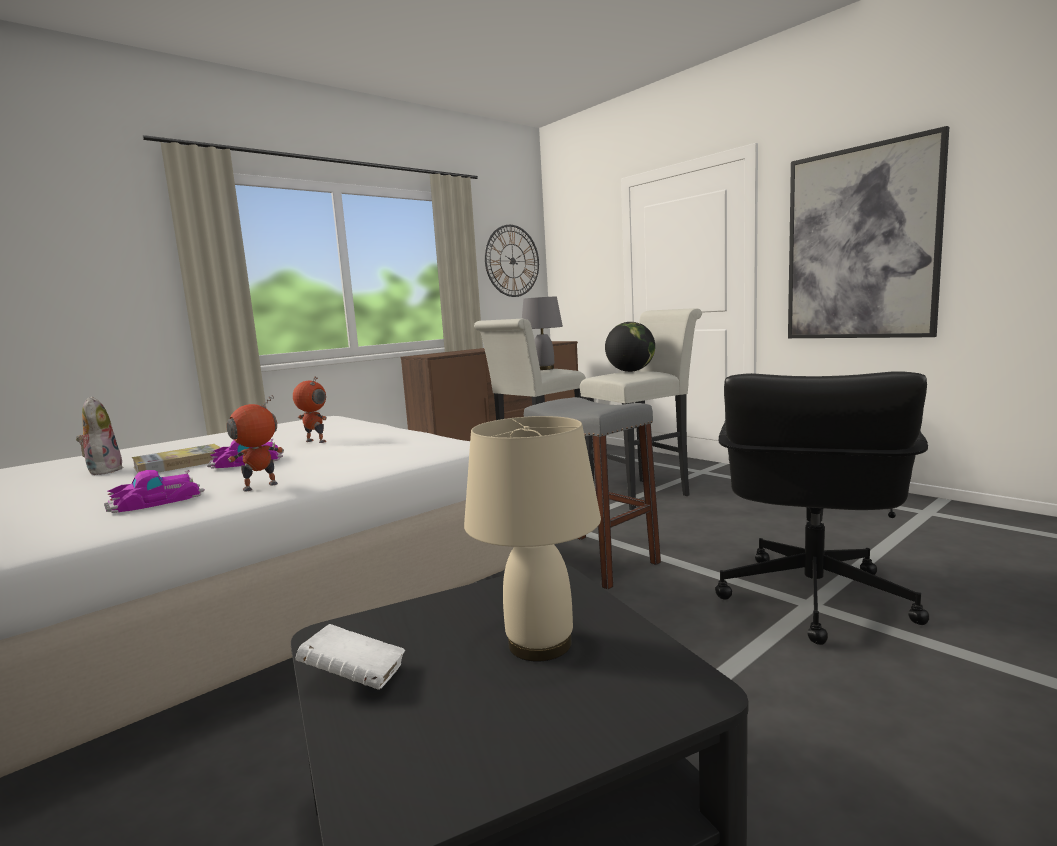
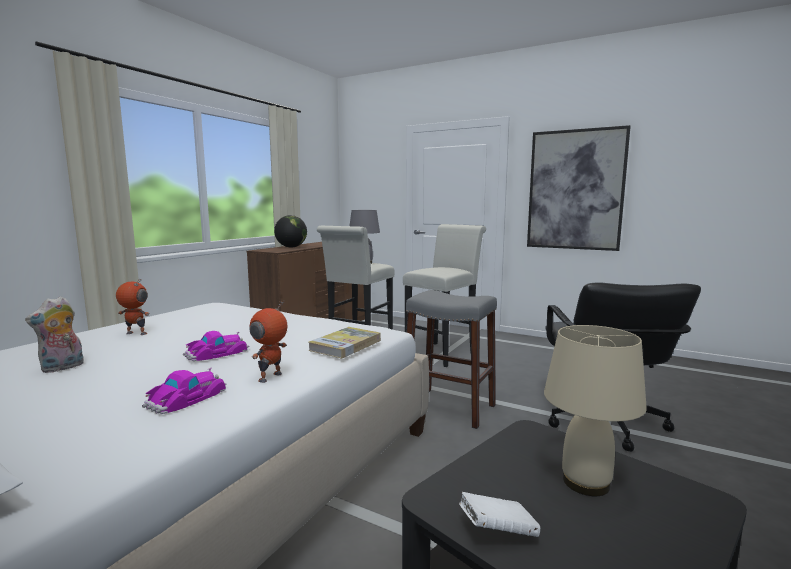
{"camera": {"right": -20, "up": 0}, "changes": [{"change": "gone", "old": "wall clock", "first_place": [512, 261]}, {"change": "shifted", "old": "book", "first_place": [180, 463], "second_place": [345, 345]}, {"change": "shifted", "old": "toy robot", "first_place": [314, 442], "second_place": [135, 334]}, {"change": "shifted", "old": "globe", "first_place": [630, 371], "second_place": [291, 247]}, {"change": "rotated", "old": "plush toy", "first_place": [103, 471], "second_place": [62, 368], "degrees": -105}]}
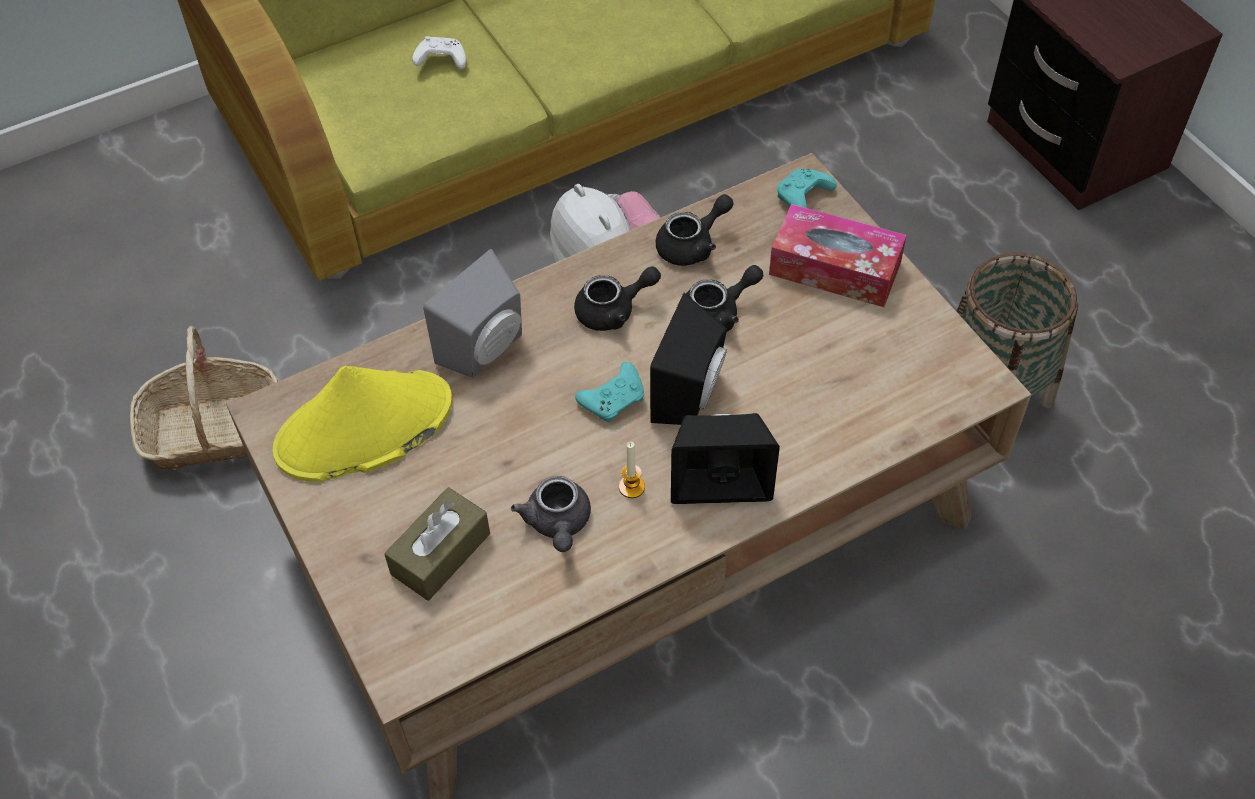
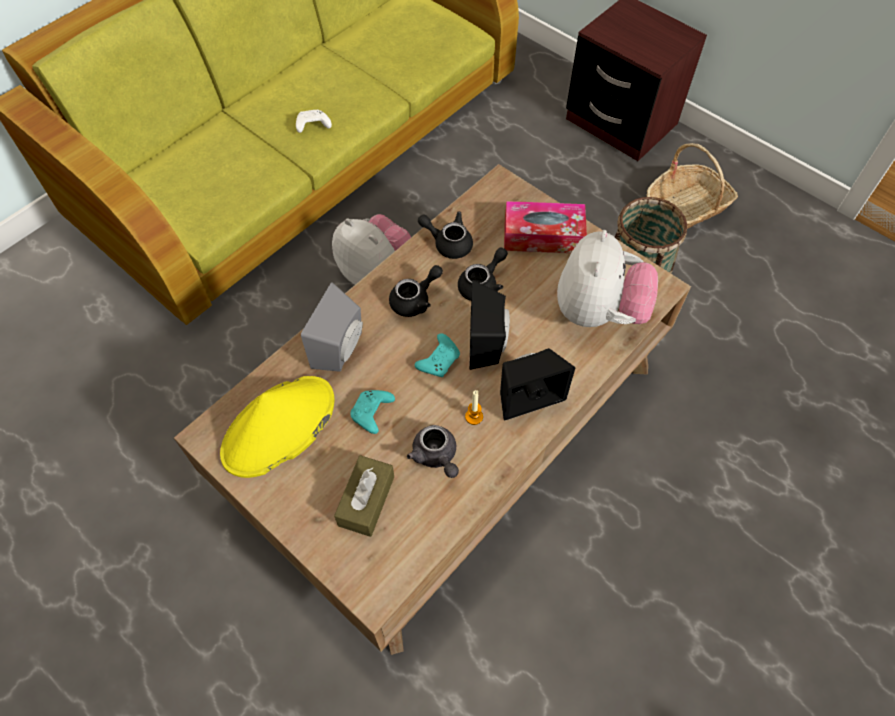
{"camera": {"right": -20, "up": 5}, "changes": [{"change": "new", "new": "plush toy", "second_place": [598, 311]}, {"change": "shifted", "old": "basket", "first_place": [214, 430], "second_place": [686, 207]}, {"change": "shifted", "old": "game controller (white)", "first_place": [440, 61], "second_place": [312, 126]}, {"change": "shifted", "old": "game controller (turquoise)", "first_place": [802, 198], "second_place": [372, 414]}, {"change": "rotated", "old": "teapot (black)", "first_place": [692, 245], "second_place": [448, 243], "degrees": -105}]}
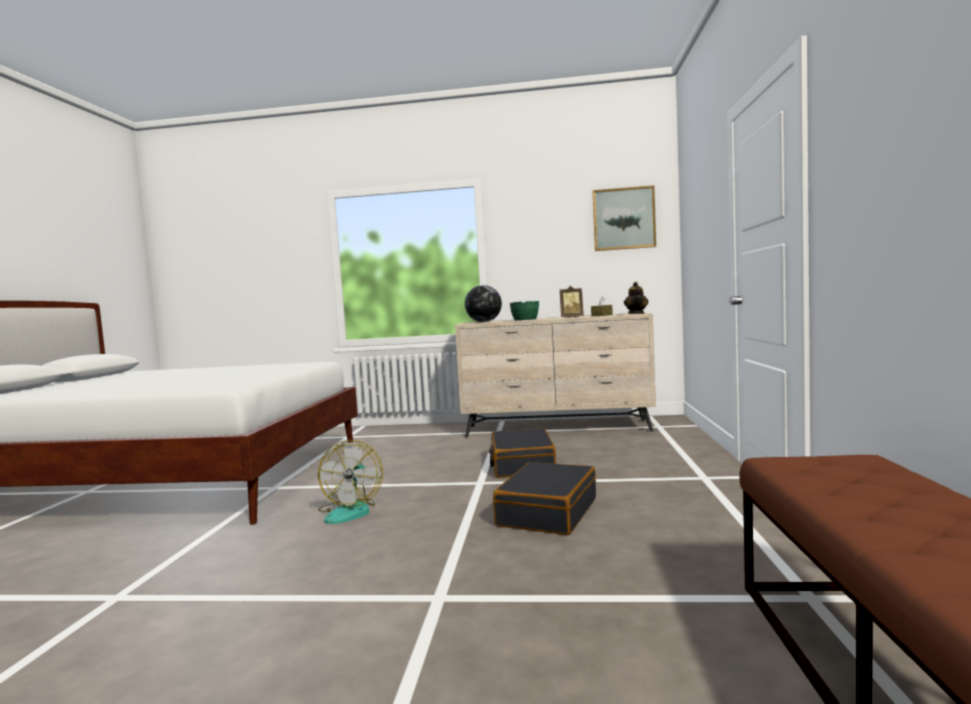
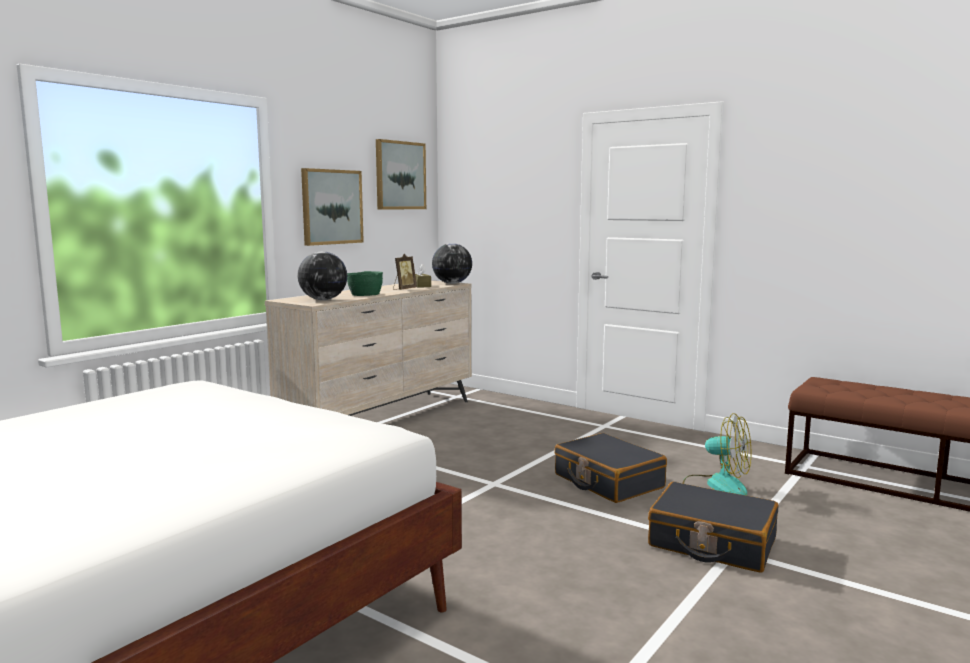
{"camera": {"right": -60, "up": 5}, "changes": [{"change": "new", "new": "picture", "second_place": [331, 207]}, {"change": "shifted", "old": "fan", "first_place": [351, 511], "second_place": [716, 485]}, {"change": "shifted", "old": "suitcase (black)", "first_place": [522, 465], "second_place": [712, 543]}, {"change": "swapped", "old": "teapot", "new": "globe", "first_place": [636, 314], "second_place": [452, 283]}]}
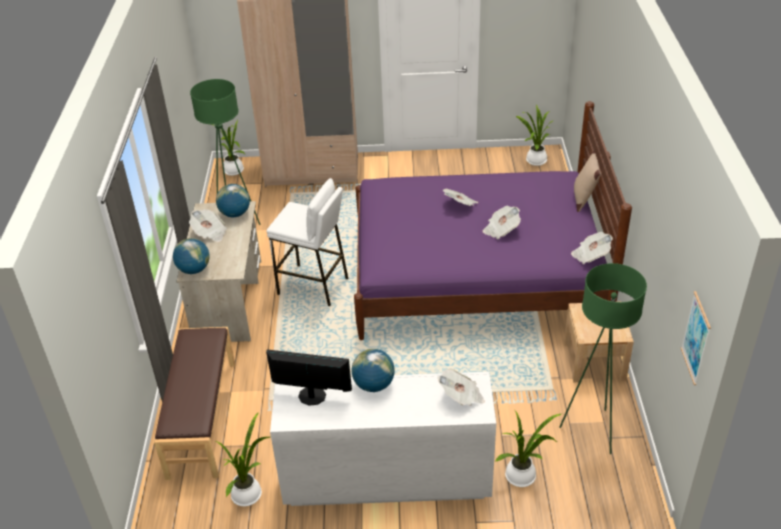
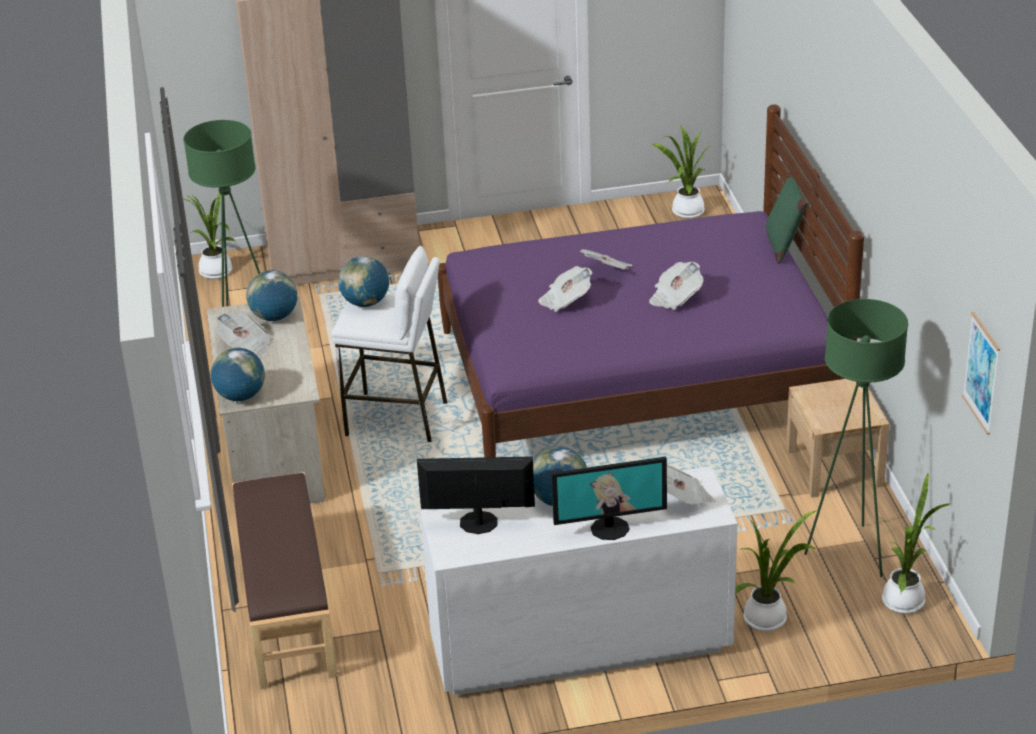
{"camera": {"right": -10, "up": -5}, "changes": [{"change": "new", "new": "globe", "second_place": [365, 302]}, {"change": "new", "new": "monitor", "second_place": [609, 528]}, {"change": "shifted", "old": "potted plant", "first_place": [249, 493], "second_place": [905, 599]}, {"change": "shifted", "old": "newspaper", "first_place": [590, 255], "second_place": [565, 301]}, {"change": "repainted", "old": "pillow (beige)", "new": "pillow (green)", "first_place": [584, 198], "second_place": [783, 245]}]}
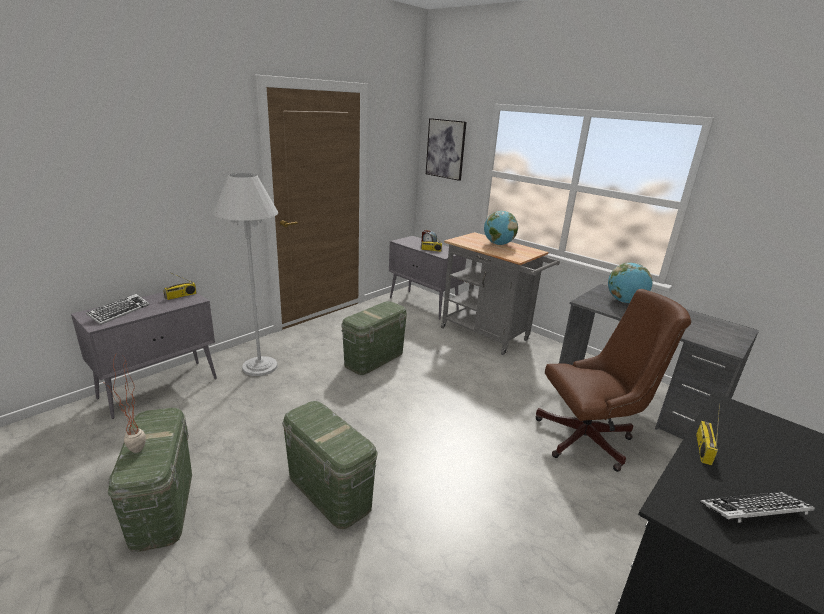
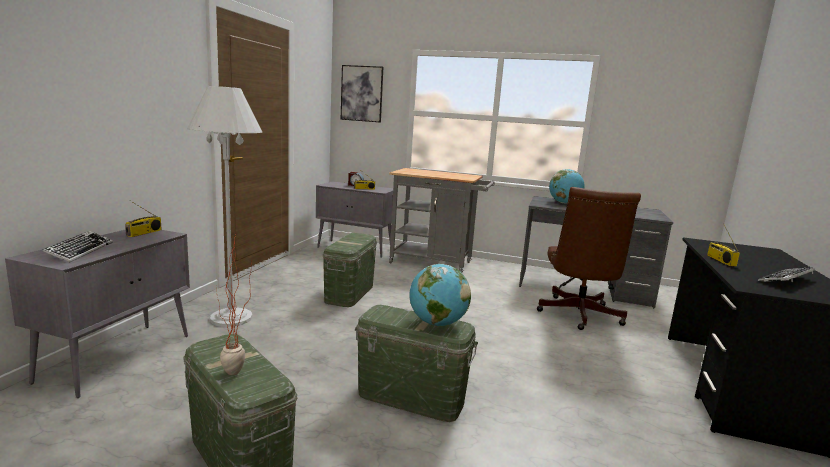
{"camera": {"right": -25, "up": -10}, "changes": [{"change": "shifted", "old": "globe", "first_place": [498, 244], "second_place": [437, 323]}, {"change": "rotated", "old": "office chair (brown)", "first_place": [590, 439], "second_place": [578, 315], "degrees": 135}]}
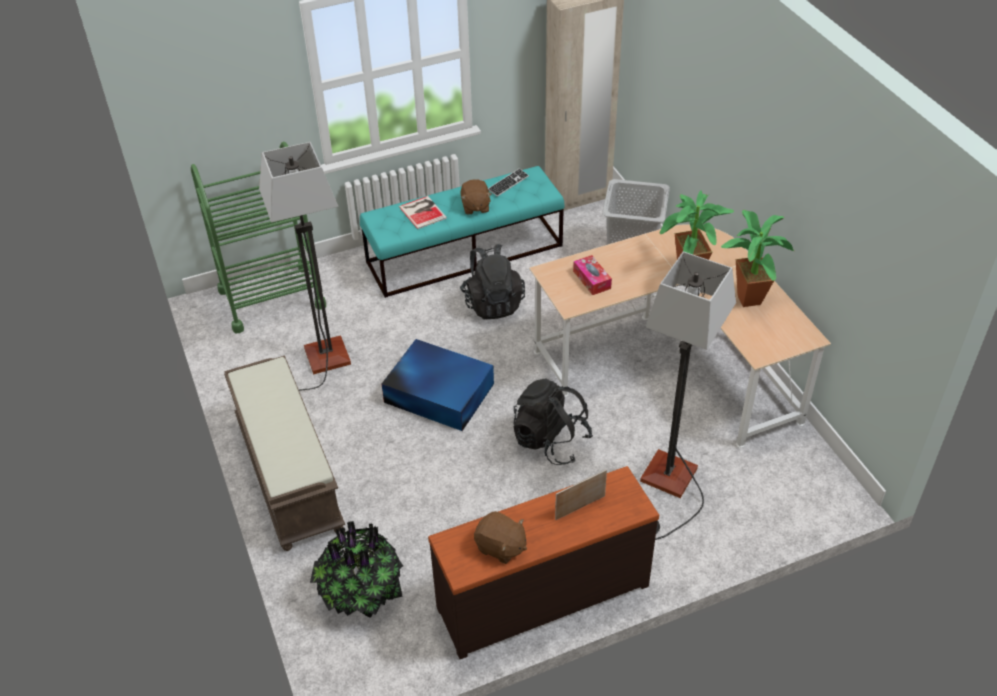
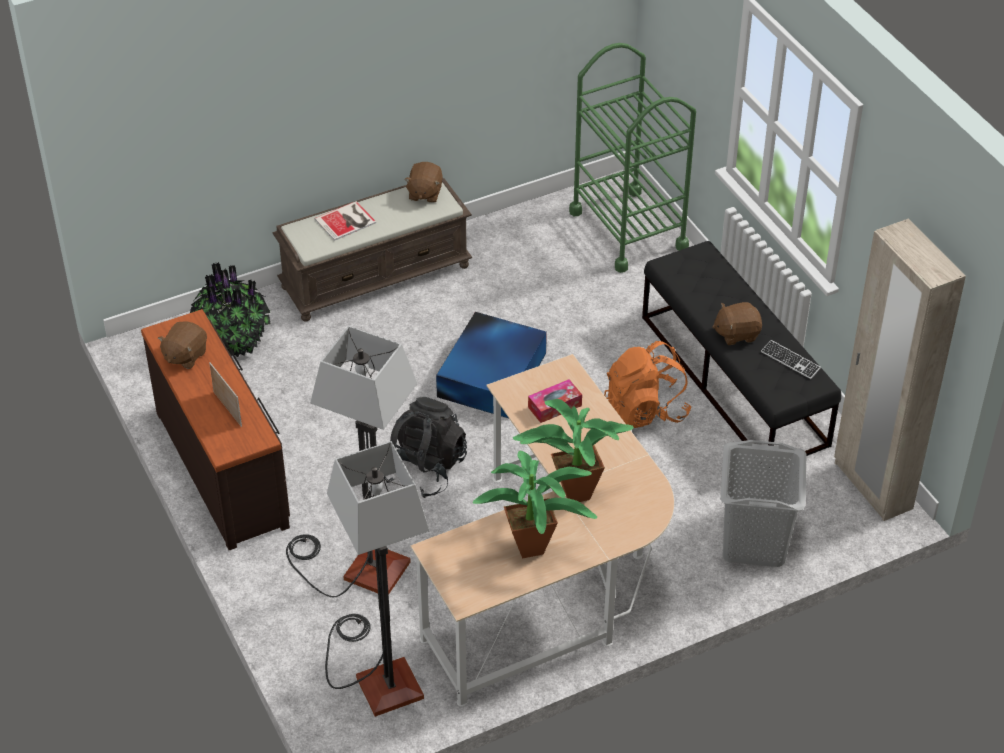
{"camera": {"right": 85, "up": 0}, "changes": [{"change": "new", "new": "plush toy (brown)", "second_place": [424, 193]}, {"change": "shifted", "old": "floor lamp", "first_place": [314, 362], "second_place": [377, 676]}, {"change": "shifted", "old": "book", "first_place": [423, 211], "second_place": [347, 221]}, {"change": "repainted", "old": "bench (turquoise)", "new": "bench (black)", "first_place": [465, 253], "second_place": [734, 380]}, {"change": "repainted", "old": "backpack (black)", "new": "backpack (orange)", "first_place": [492, 303], "second_place": [645, 410]}]}
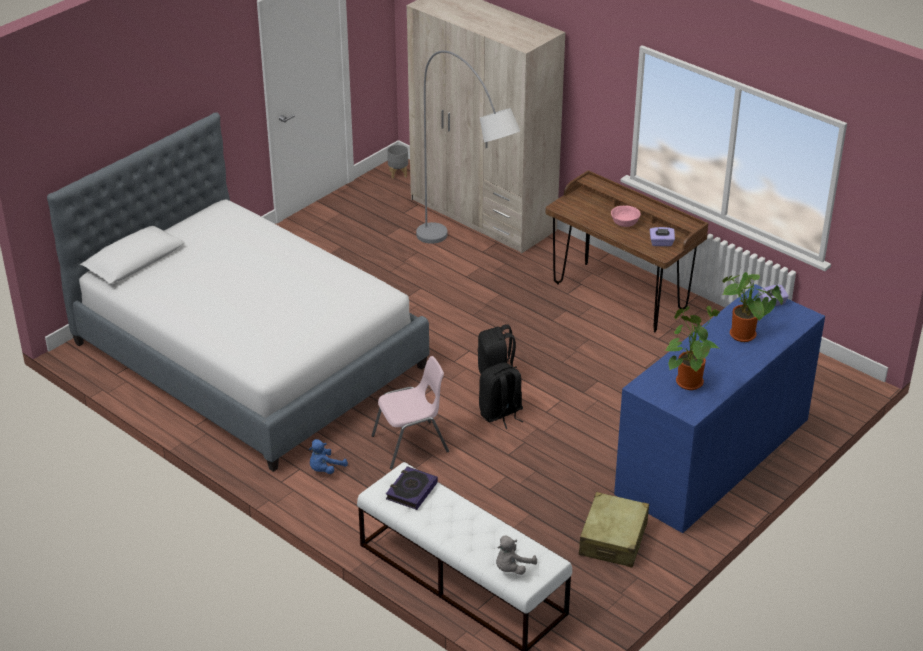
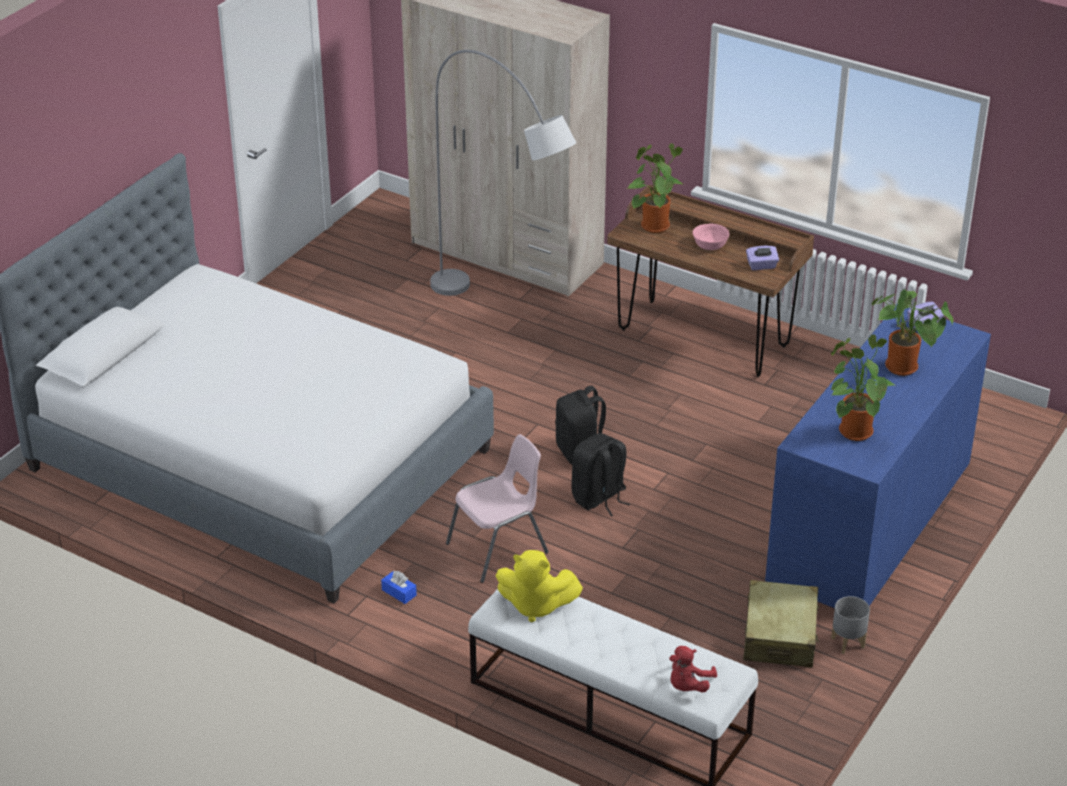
{"camera": {"right": -10, "up": 0}, "changes": [{"change": "new", "new": "potted plant", "second_place": [653, 224]}, {"change": "shifted", "old": "planter (grey)", "first_place": [398, 174], "second_place": [848, 643]}, {"change": "swapped", "old": "plush toy (blue)", "new": "tissue box (blue)", "first_place": [325, 469], "second_place": [399, 592]}, {"change": "swapped", "old": "book", "new": "plush toy (yellow)", "first_place": [411, 491], "second_place": [535, 605]}, {"change": "repainted", "old": "plush toy (grey)", "new": "plush toy (red)", "first_place": [512, 568], "second_place": [688, 685]}]}
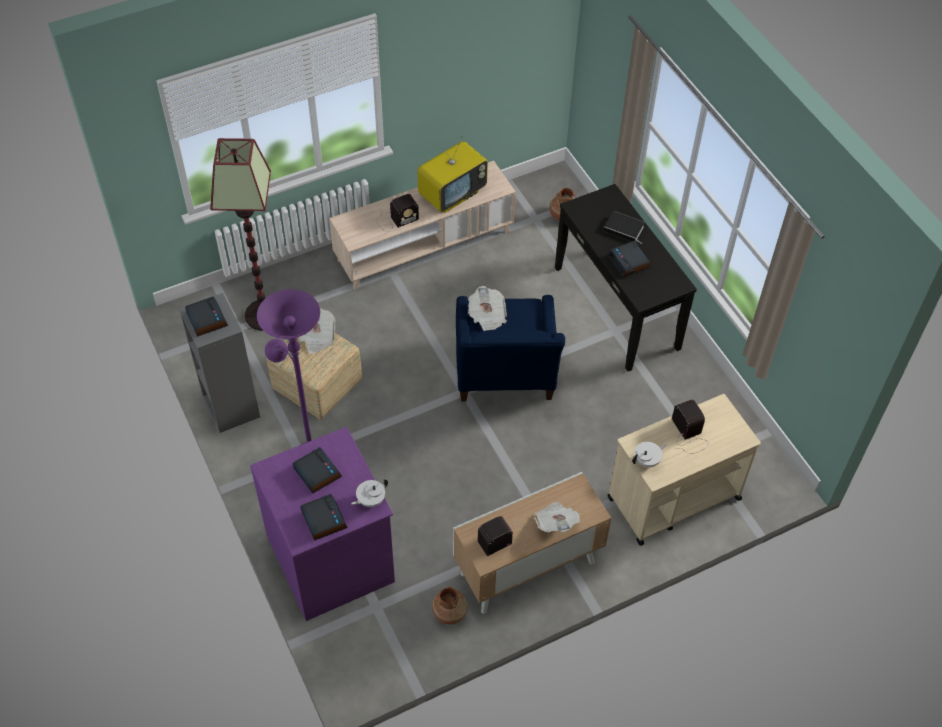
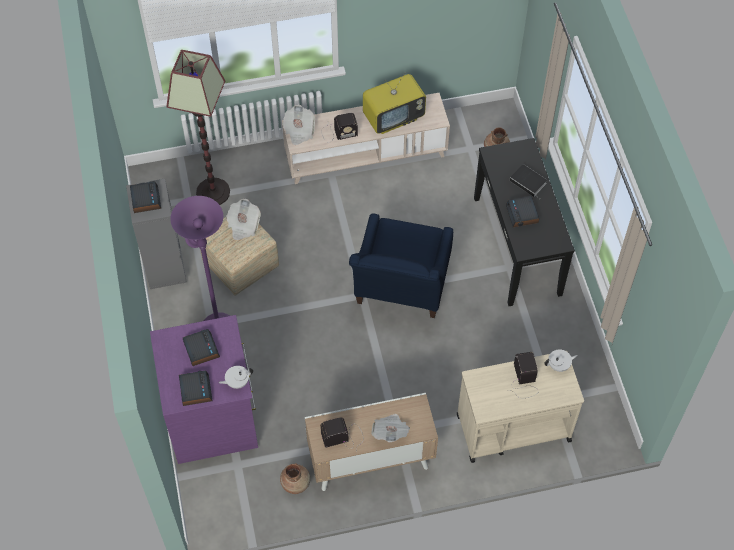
{"camera": {"right": 15, "up": 5}, "changes": [{"change": "shifted", "old": "newspaper", "first_place": [487, 317], "second_place": [299, 131]}, {"change": "shifted", "old": "teapot (white)", "first_place": [647, 461], "second_place": [559, 365]}]}
